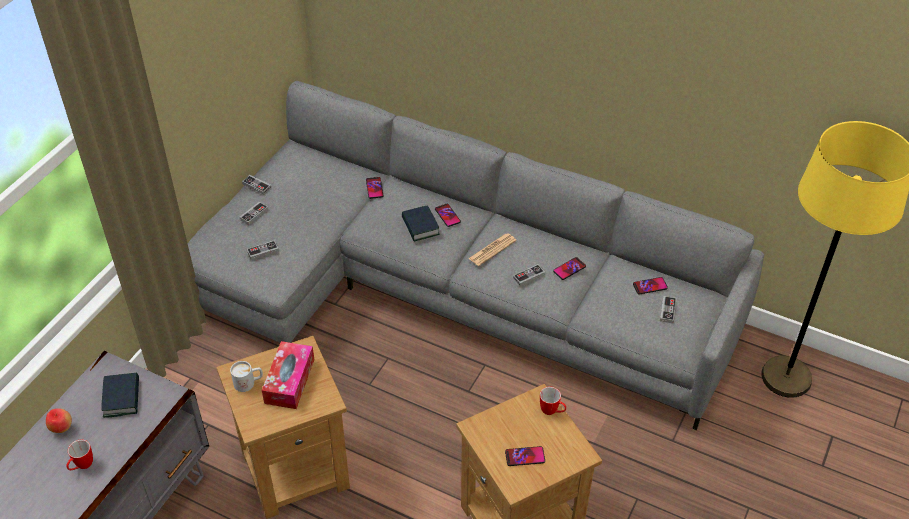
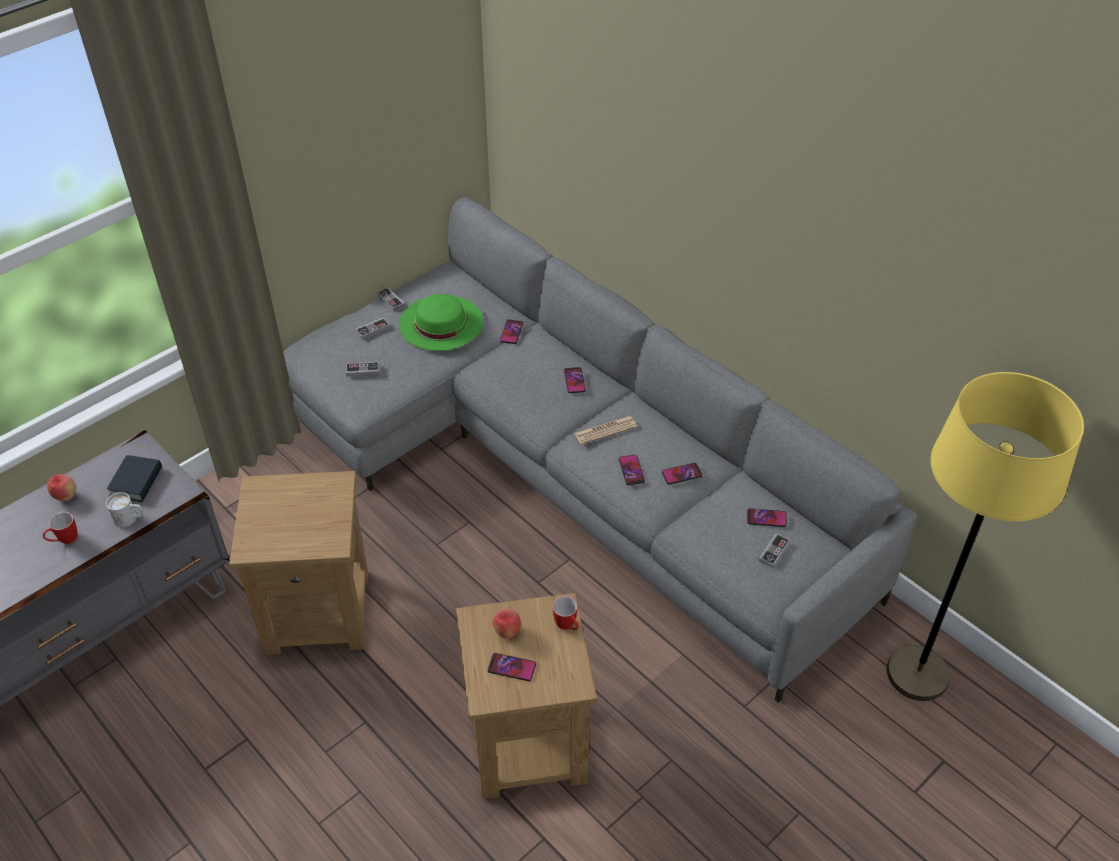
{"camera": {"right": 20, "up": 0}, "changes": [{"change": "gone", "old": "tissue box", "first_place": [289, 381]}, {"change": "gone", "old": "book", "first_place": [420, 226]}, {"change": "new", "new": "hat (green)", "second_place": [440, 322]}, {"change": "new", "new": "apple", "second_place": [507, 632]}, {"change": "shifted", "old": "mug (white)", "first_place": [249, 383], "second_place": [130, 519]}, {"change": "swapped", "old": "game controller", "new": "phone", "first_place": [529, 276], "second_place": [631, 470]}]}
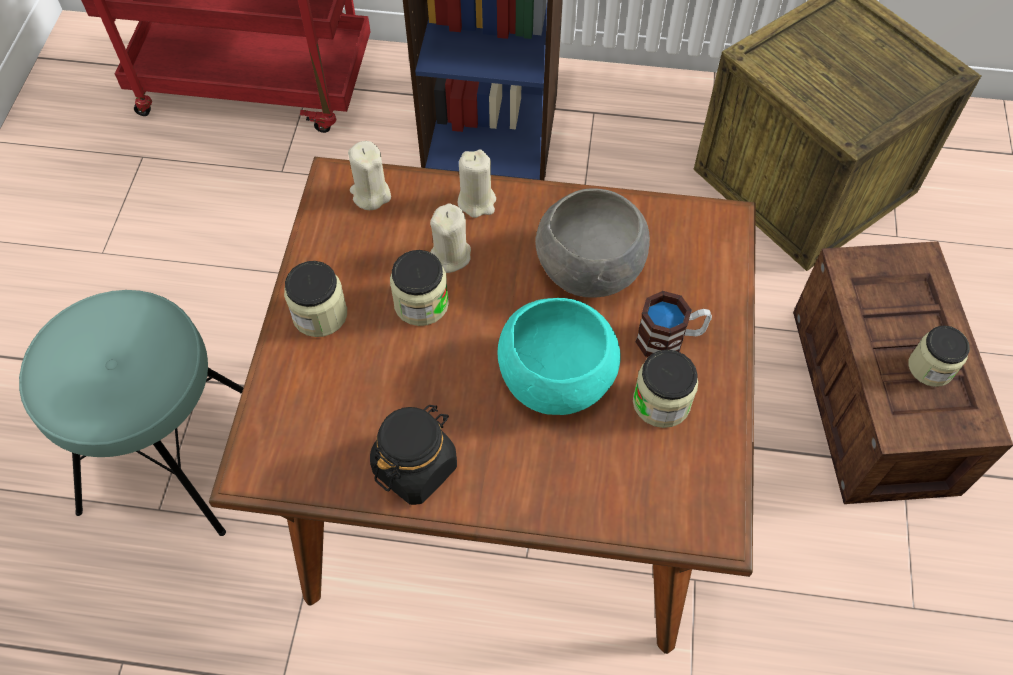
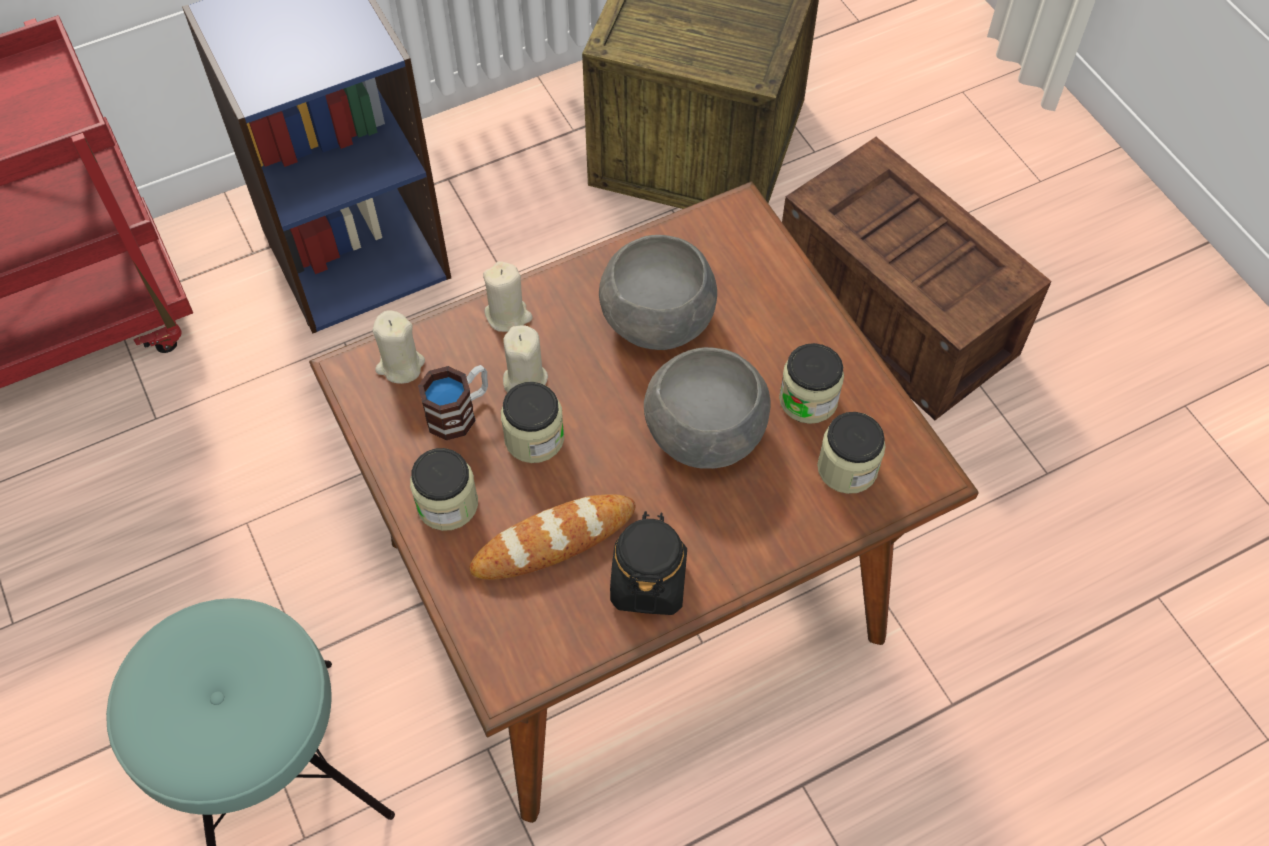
{"camera": {"right": -35, "up": 0}, "changes": [{"change": "new", "new": "bread", "second_place": [553, 540]}, {"change": "shifted", "old": "mug", "first_place": [670, 339], "second_place": [459, 412]}, {"change": "shifted", "old": "jar", "first_place": [930, 367], "second_place": [847, 468]}, {"change": "repainted", "old": "bowl (turquoise)", "new": "bowl (grey)", "first_place": [555, 377], "second_place": [705, 431]}]}
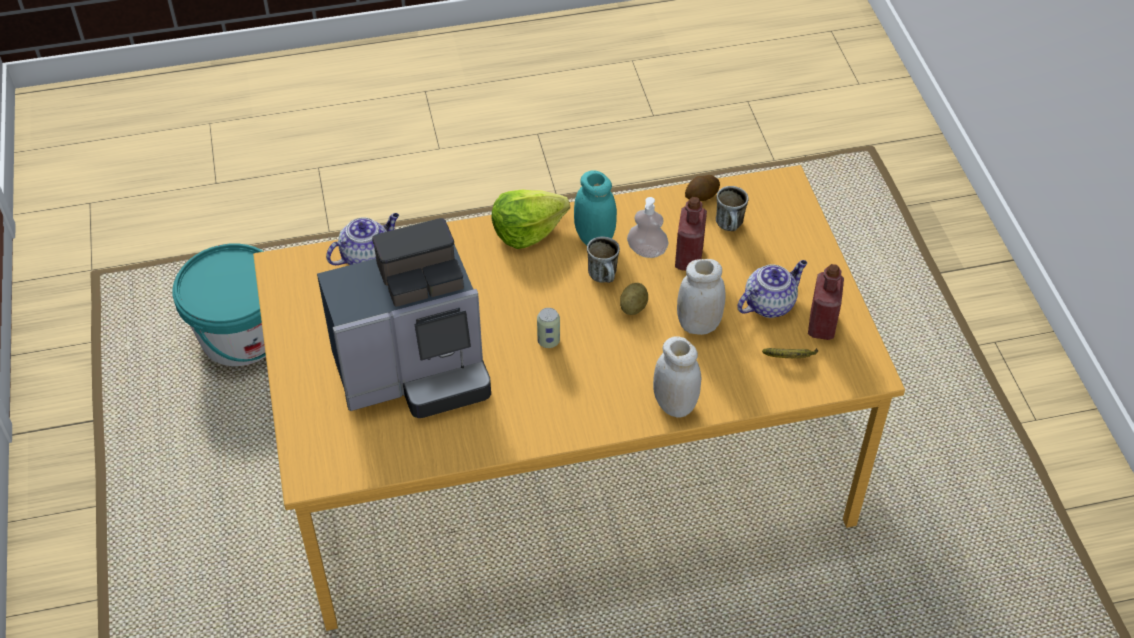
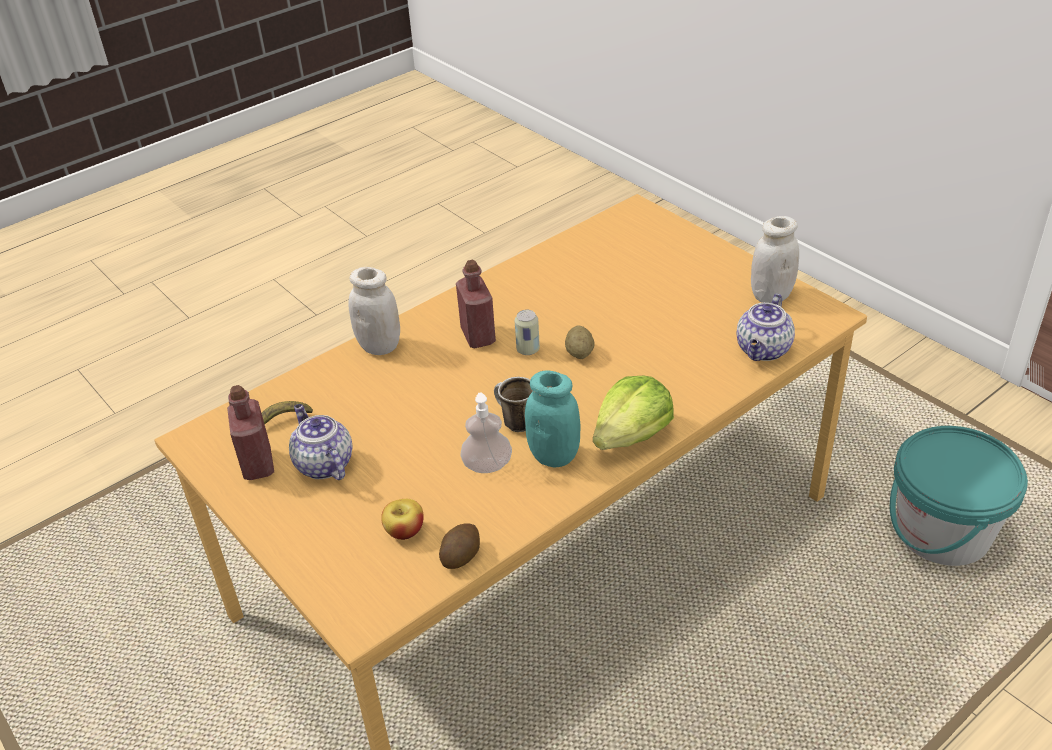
{"camera": {"right": 155, "up": -10}, "changes": [{"change": "gone", "old": "coffee machine", "first_place": [415, 372]}, {"change": "shifted", "old": "potato", "first_place": [633, 307], "second_place": [579, 353]}, {"change": "shifted", "old": "bottle (red)", "first_place": [688, 258], "second_place": [478, 336]}, {"change": "shifted", "old": "jar (white)", "first_place": [698, 325], "second_place": [771, 295]}, {"change": "swapped", "old": "mug", "new": "apple", "first_place": [731, 227], "second_place": [405, 531]}, {"change": "rotated", "old": "teapot", "first_place": [769, 303], "second_place": [323, 464], "degrees": 120}]}
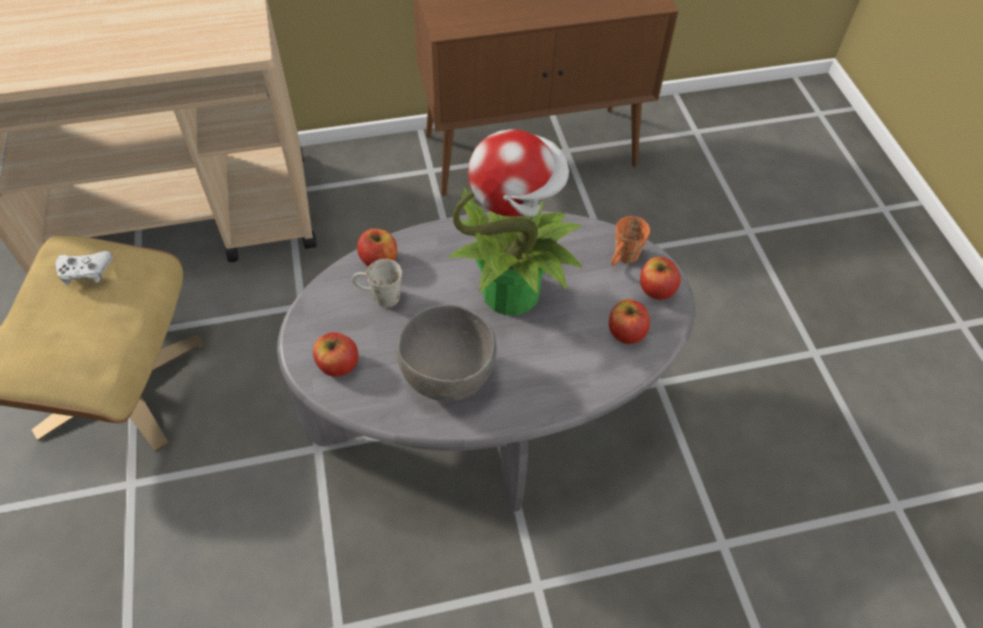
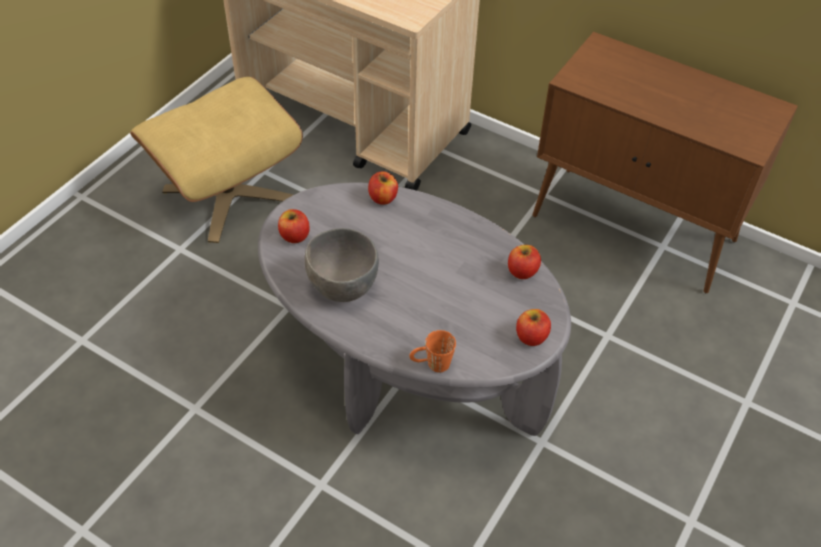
{"camera": {"right": 45, "up": -5}, "changes": [{"change": "gone", "old": "game controller (white)", "first_place": [85, 271]}, {"change": "gone", "old": "mug (white)", "first_place": [379, 296]}, {"change": "gone", "old": "potted plant", "first_place": [513, 291]}, {"change": "shifted", "old": "apple", "first_place": [626, 332], "second_place": [522, 271]}, {"change": "shifted", "old": "mug (orange)", "first_place": [622, 259], "second_place": [431, 364]}]}
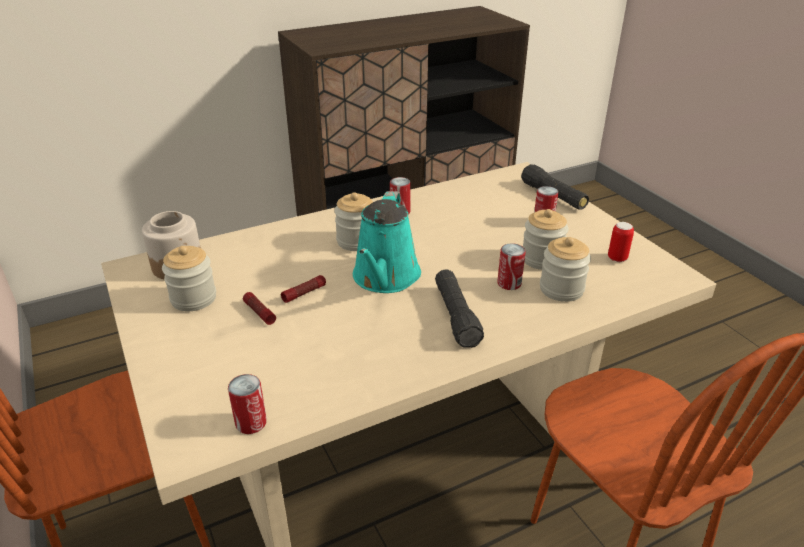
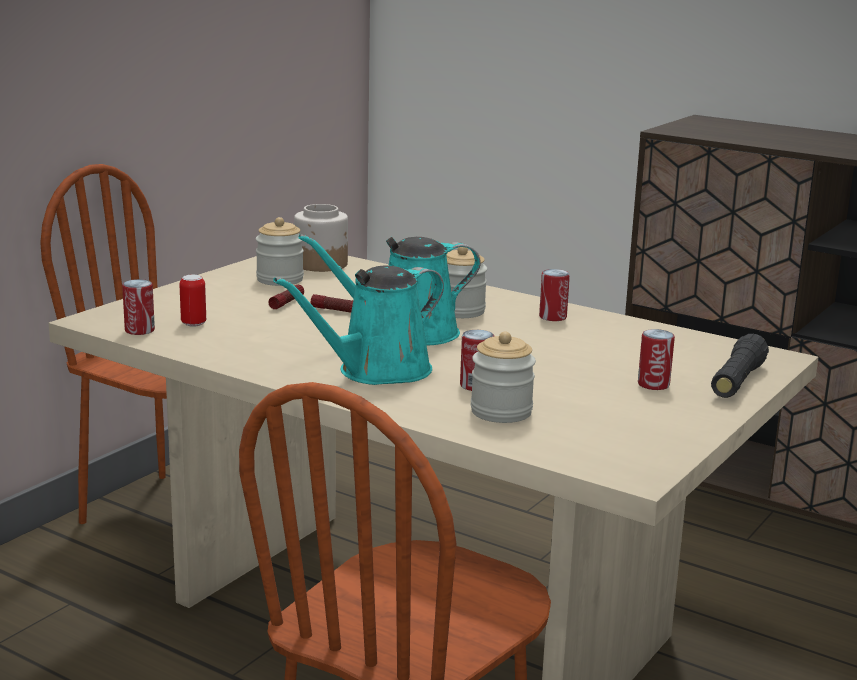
{"camera": {"right": 60, "up": -15}, "changes": [{"change": "gone", "old": "jar", "first_place": [541, 259]}, {"change": "shifted", "old": "can", "first_place": [617, 258], "second_place": [193, 323]}, {"change": "swapped", "old": "flashlight (black)", "new": "watering can (turquoise)", "first_place": [456, 316], "second_place": [377, 372]}]}
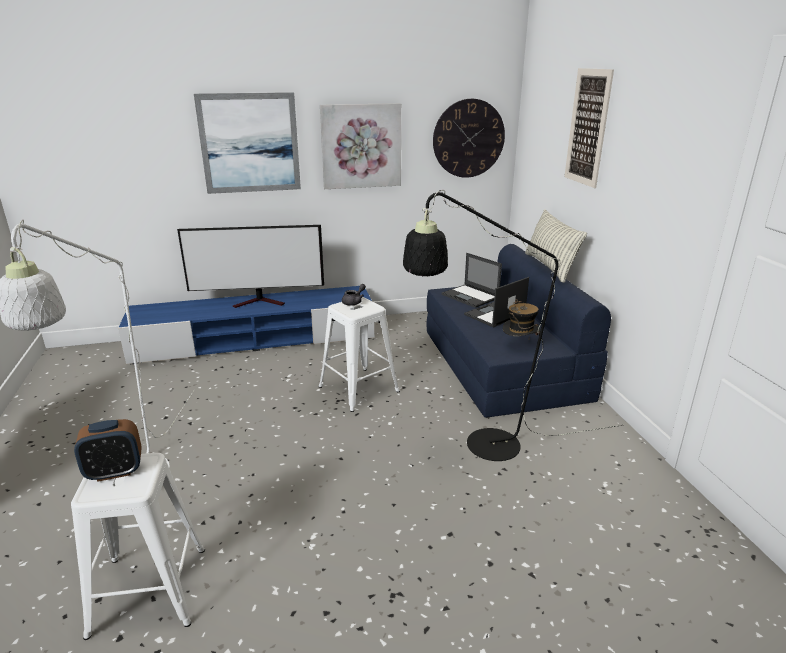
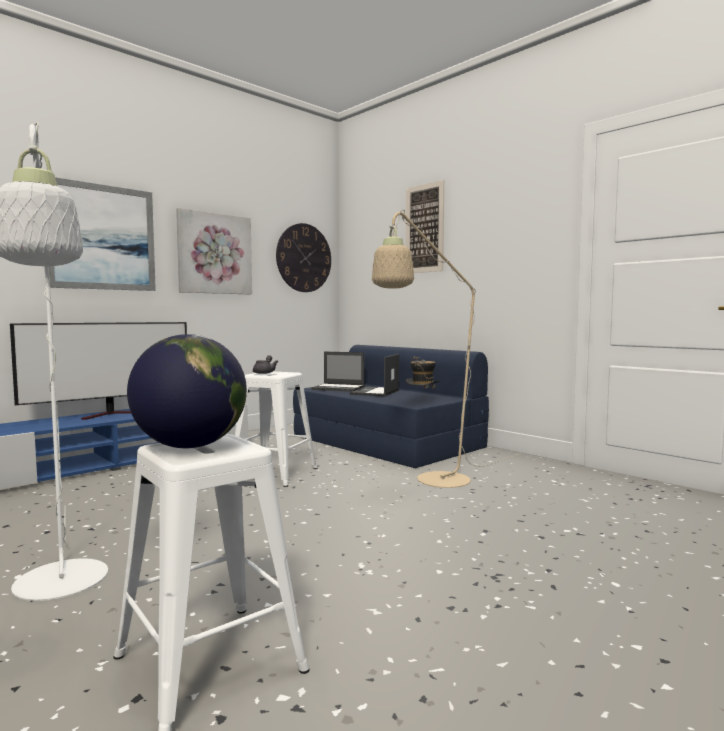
{"camera": {"right": -30, "up": -20}, "changes": [{"change": "gone", "old": "pillow", "first_place": [549, 267]}, {"change": "swapped", "old": "alarm clock", "new": "globe", "first_place": [115, 472], "second_place": [190, 446]}, {"change": "repainted", "old": "floor lamp (black)", "new": "floor lamp (beige)", "first_place": [479, 446], "second_place": [434, 482]}]}
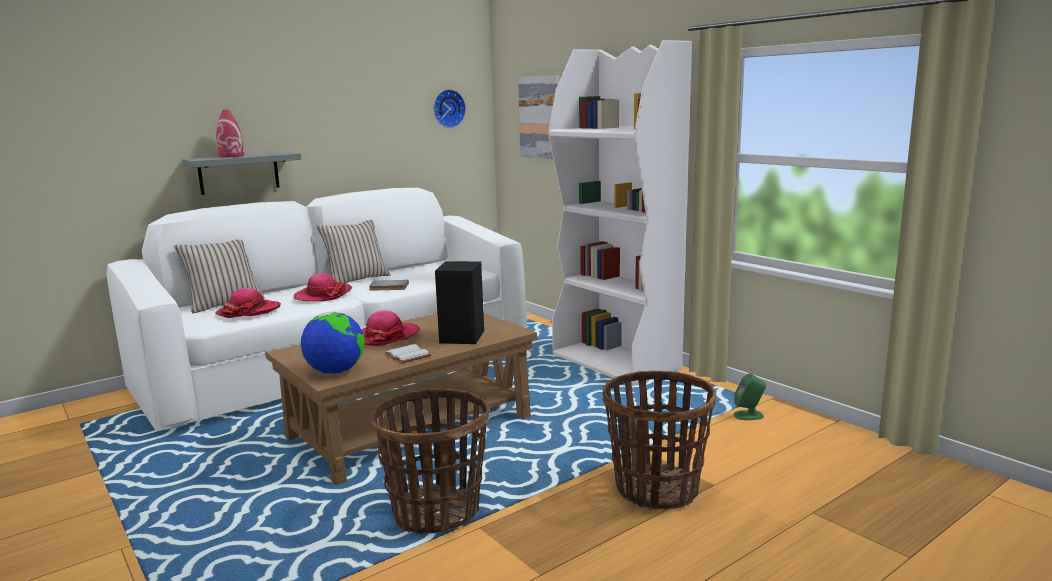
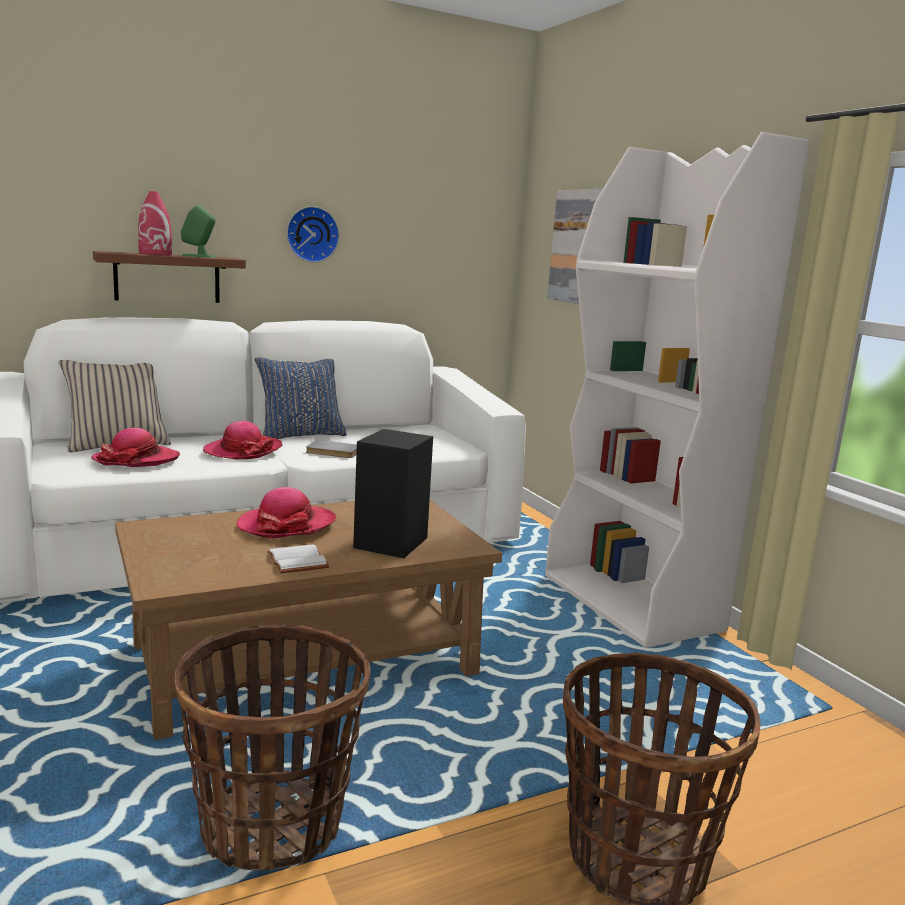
{"camera": {"right": 10, "up": 0}, "changes": [{"change": "gone", "old": "globe", "first_place": [335, 372]}, {"change": "shifted", "old": "wall clock", "first_place": [448, 108], "second_place": [311, 234]}, {"change": "shifted", "old": "speaker (green)", "first_place": [749, 415], "second_place": [199, 256]}, {"change": "repainted", "old": "shelf (grey)", "new": "shelf (brown)", "first_place": [239, 173], "second_place": [167, 278]}, {"change": "repainted", "old": "pillow (beige)", "new": "pillow (blue)", "first_place": [356, 279], "second_place": [300, 435]}]}
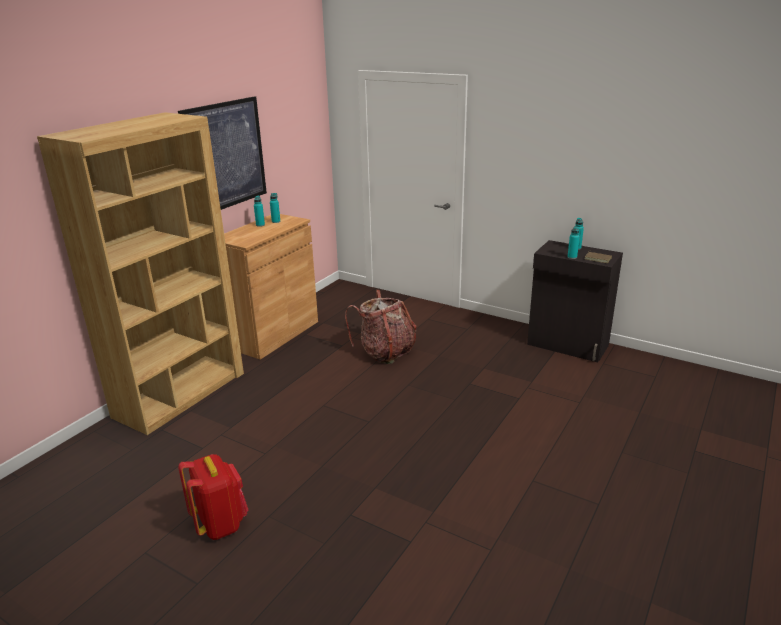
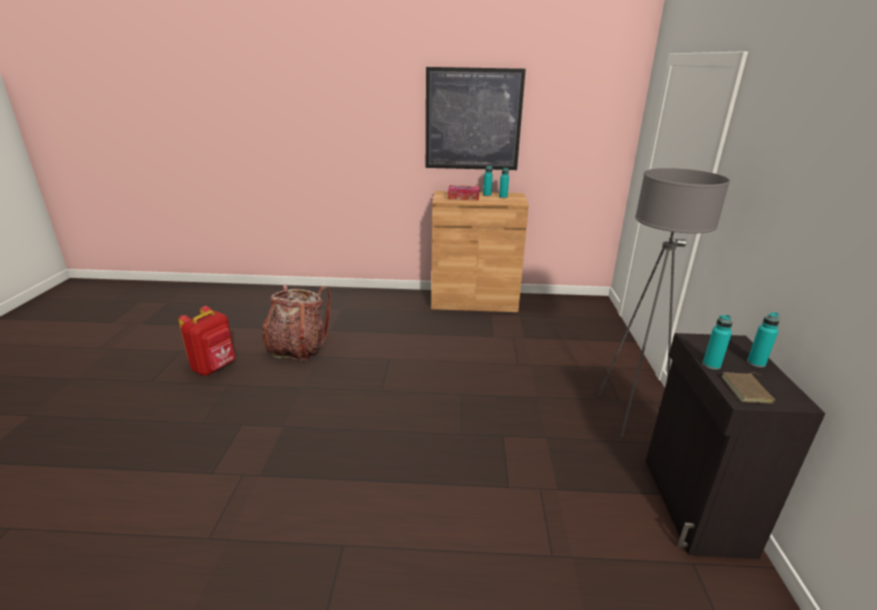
{"camera": {"right": 60, "up": 0}, "changes": [{"change": "gone", "old": "bookcase (brown)", "first_place": [181, 394]}, {"change": "new", "new": "tissue box", "second_place": [463, 197]}, {"change": "new", "new": "floor lamp (grey)", "second_place": [630, 414]}, {"change": "shifted", "old": "backpack", "first_place": [385, 352], "second_place": [298, 349]}]}
